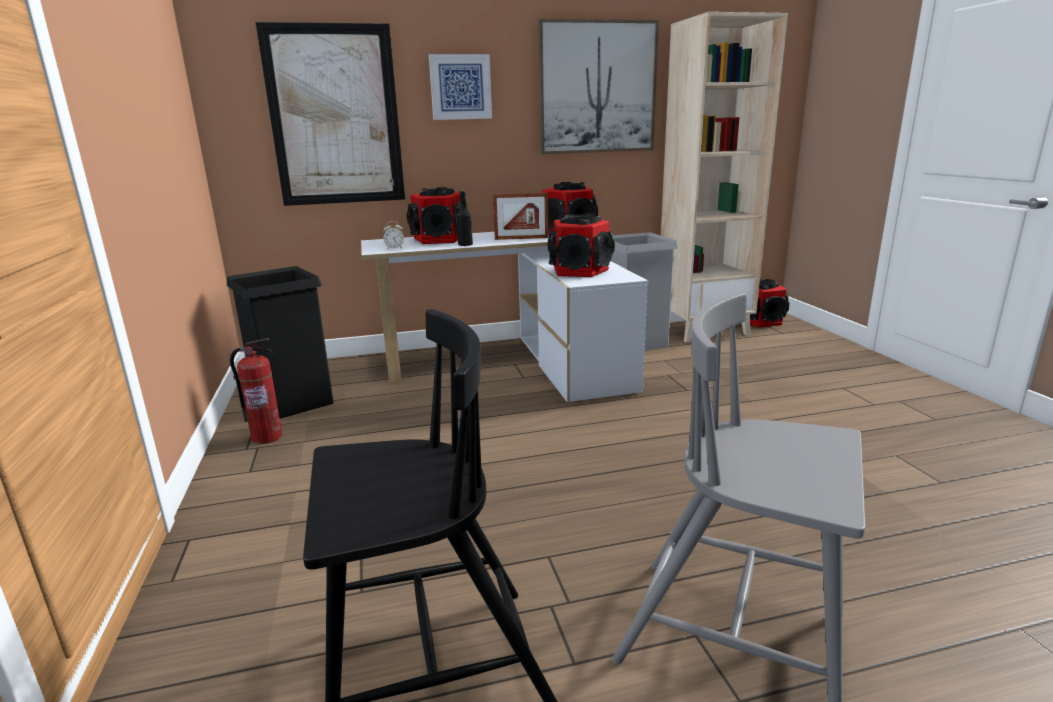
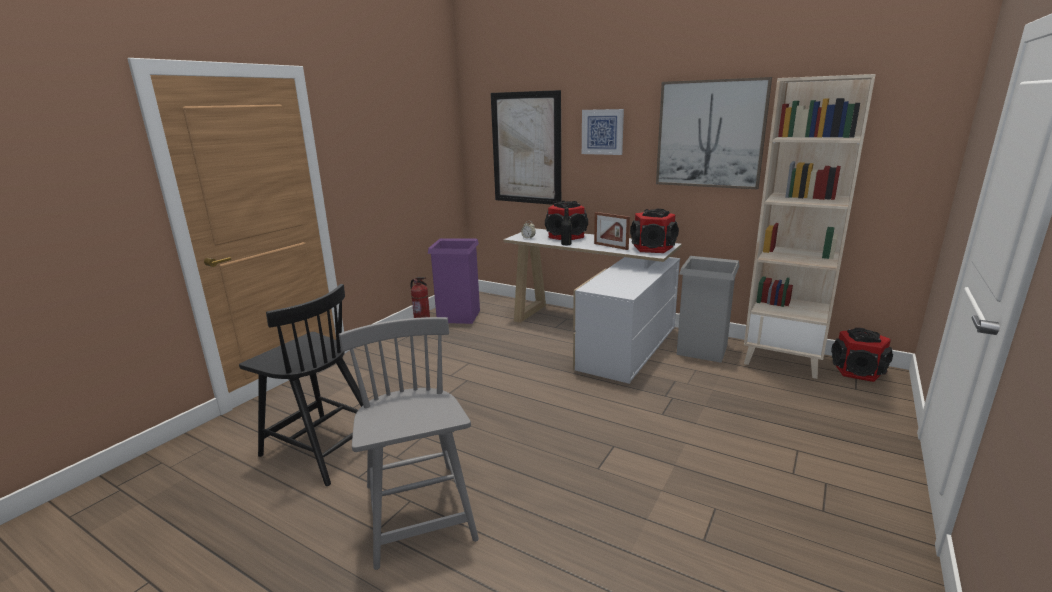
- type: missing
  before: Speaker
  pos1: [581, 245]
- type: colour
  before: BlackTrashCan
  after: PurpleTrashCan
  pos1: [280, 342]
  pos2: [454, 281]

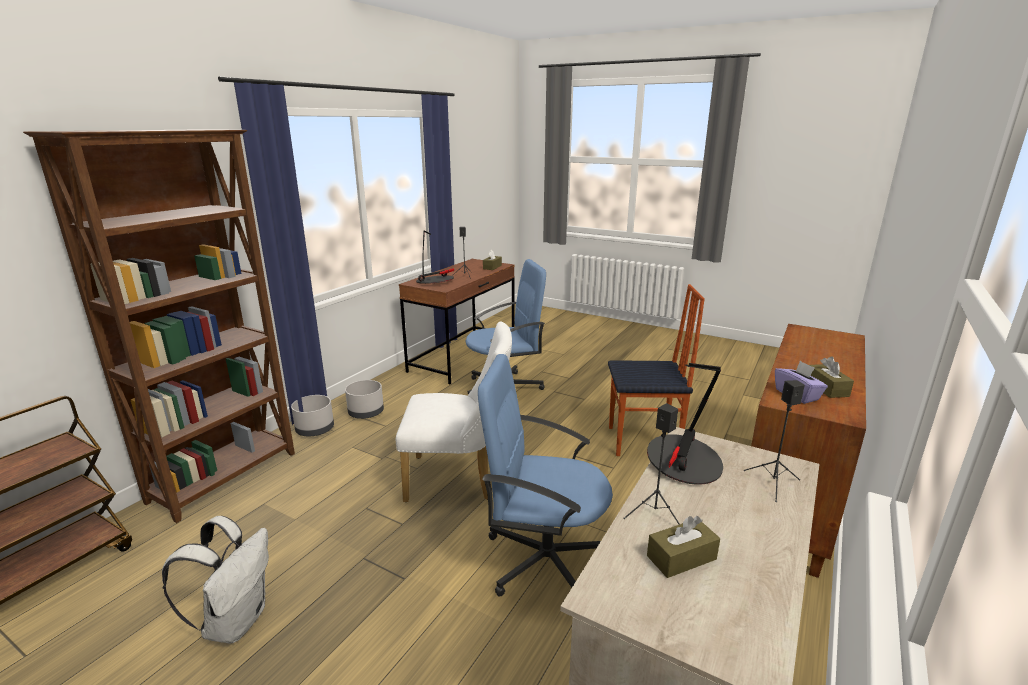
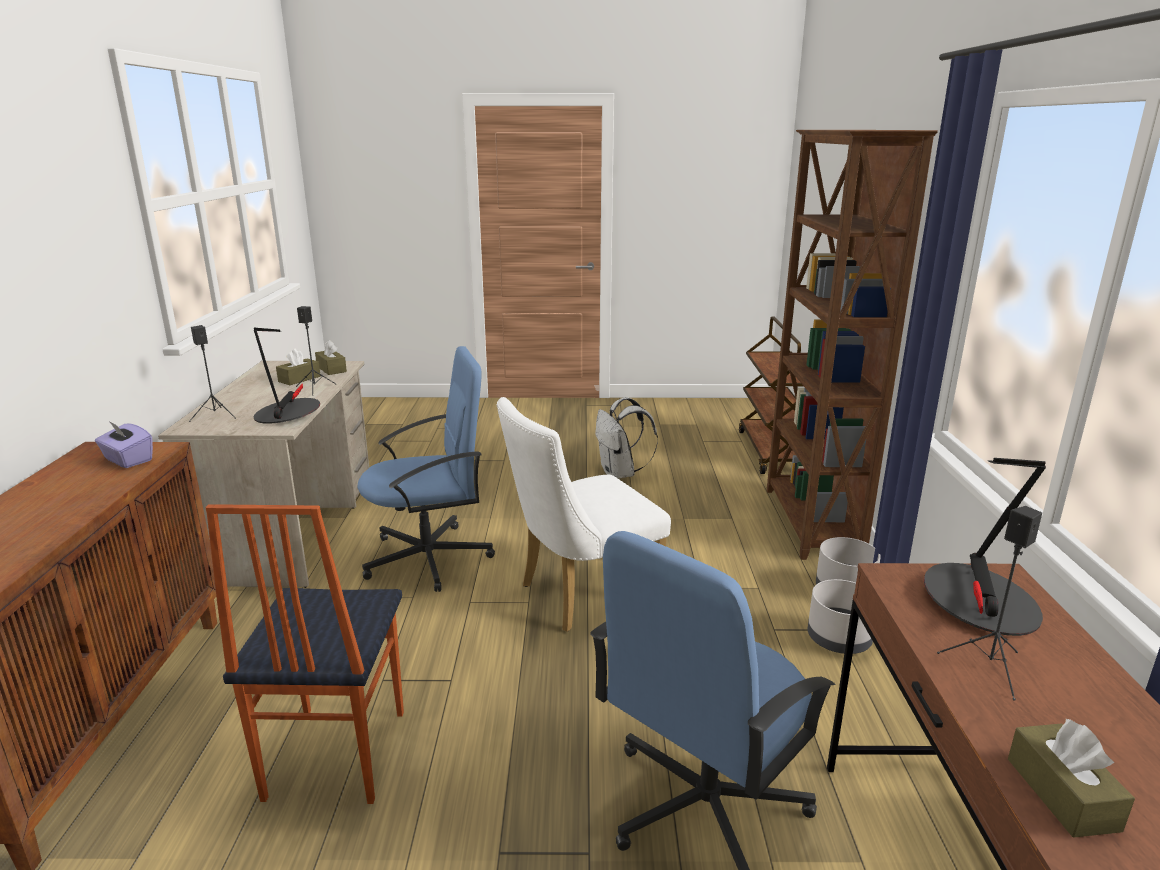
- type: relocated
  before: BrownTissueBox
  pos1: [832, 377]
  pos2: [331, 357]
- type: spun
  before: Chair
  pos1: [656, 370]
  pos2: [304, 654]
  turn: -60

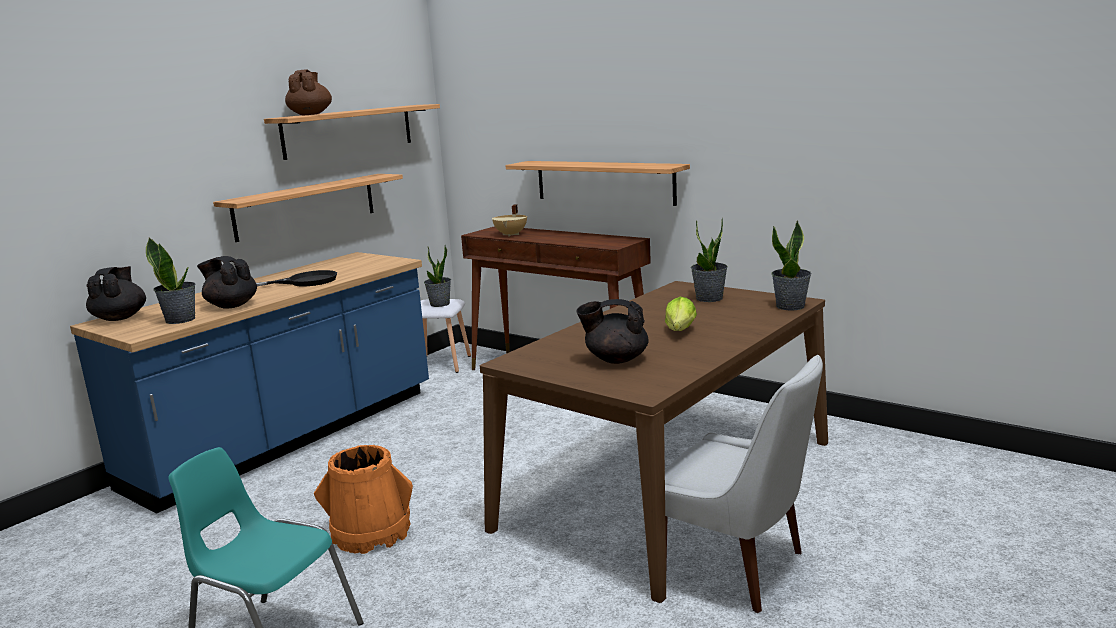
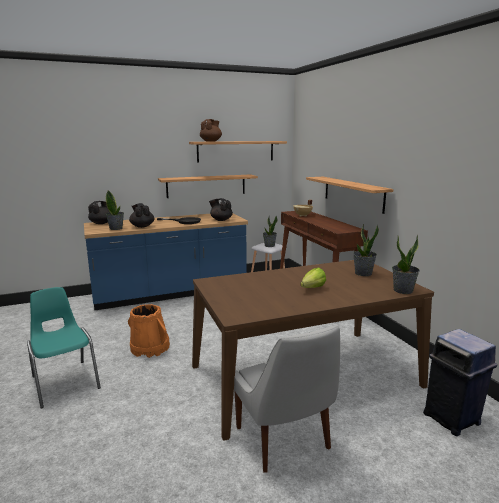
- type: appeared
  after: BlueTrashCan
  pos2: [460, 382]
- type: relocated
  before: BlackTeapot
  pos1: [612, 331]
  pos2: [221, 209]

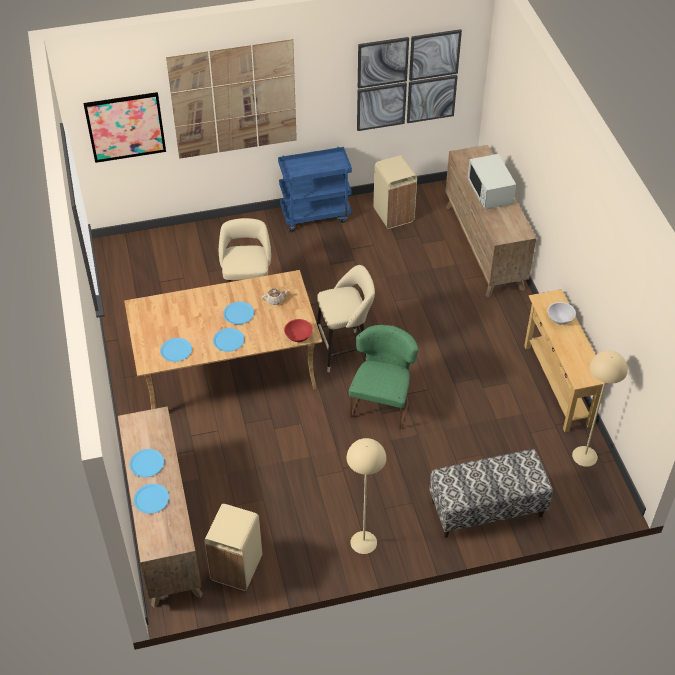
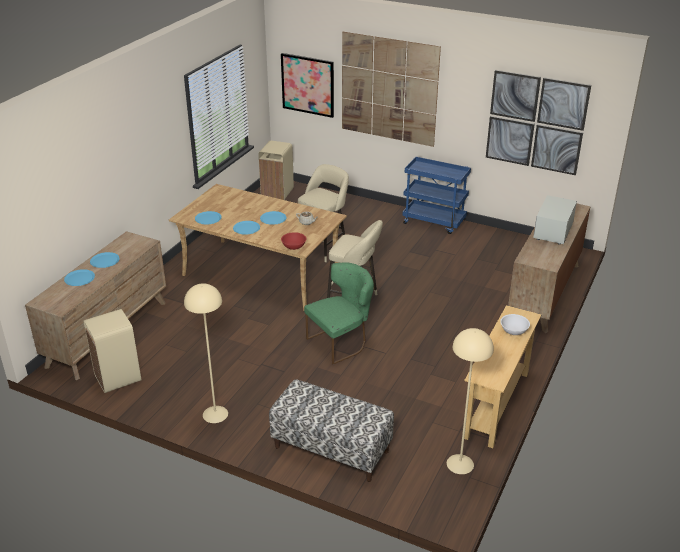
- type: relocated
  before: BeigeTrashCan
  pos1: [395, 192]
  pos2: [276, 170]

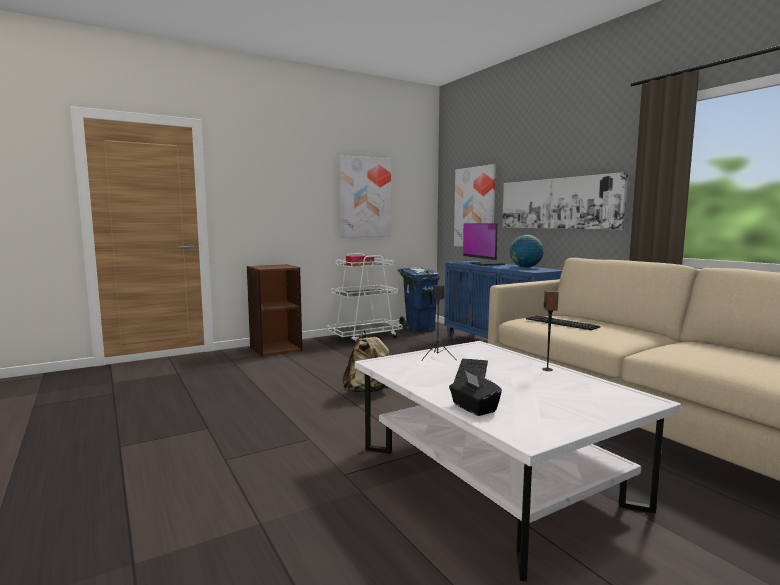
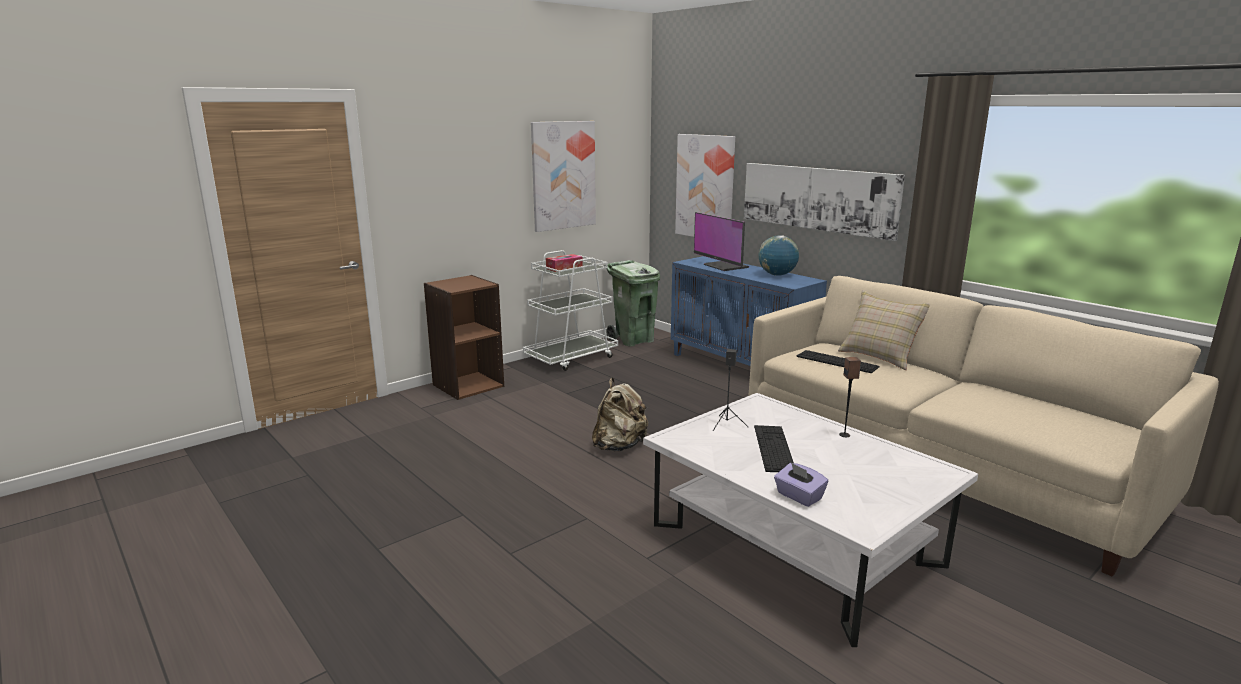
- type: appeared
  after: BeigePillow
  pos2: [884, 330]
- type: colour
  before: BlueTrashCan
  after: GreenTrashCan
  pos1: [419, 299]
  pos2: [632, 303]
- type: colour
  before: BlackTissueBox
  after: PurpleTissueBox
  pos1: [475, 393]
  pos2: [801, 484]

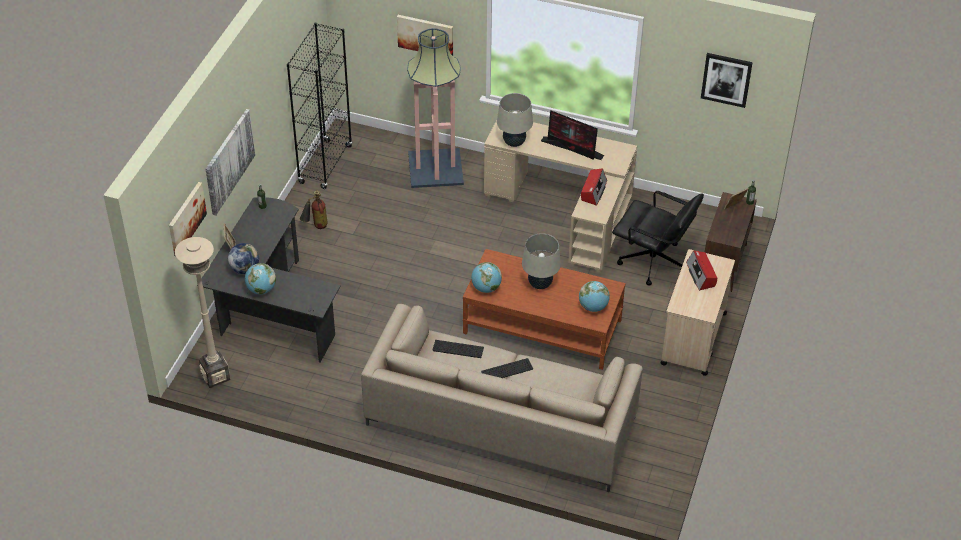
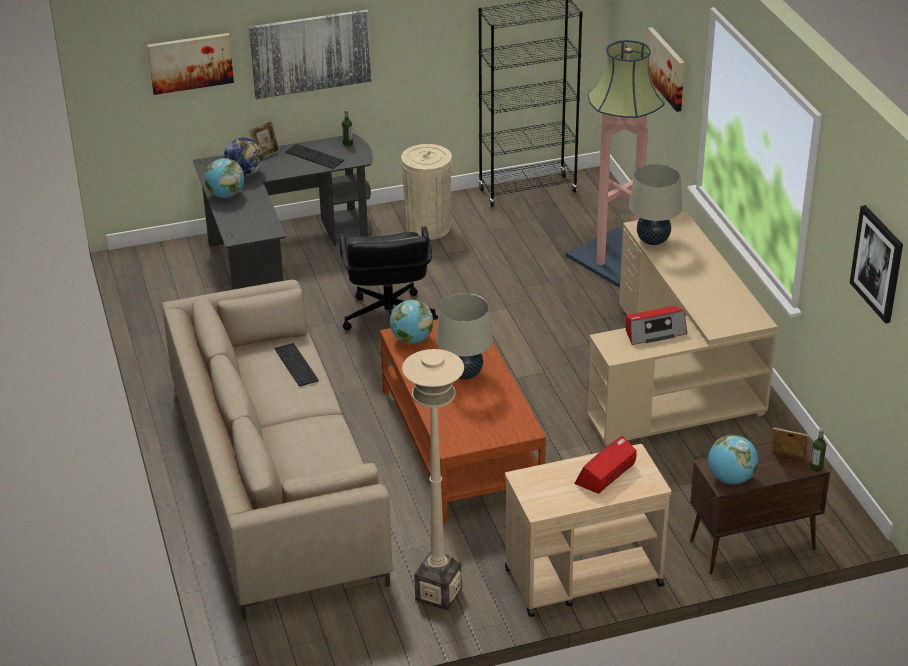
- type: missing
  before: Monitor
  pos1: [572, 135]
- type: relocated
  before: BeigeFloorLamp
  pos1: [202, 312]
  pos2: [433, 479]
- type: relocated
  before: Keyboard
  pos1: [507, 368]
  pos2: [315, 156]
- type: relocated
  before: Globe
  pos1: [594, 296]
  pos2: [733, 460]
- type: relocated
  before: BlackOfficeChair
  pos1: [658, 238]
  pos2: [388, 278]
- type: exchanged
  before: FireExtinguisher
  after: BeigeTrashCan
  pos1: [314, 209]
  pos2: [426, 192]

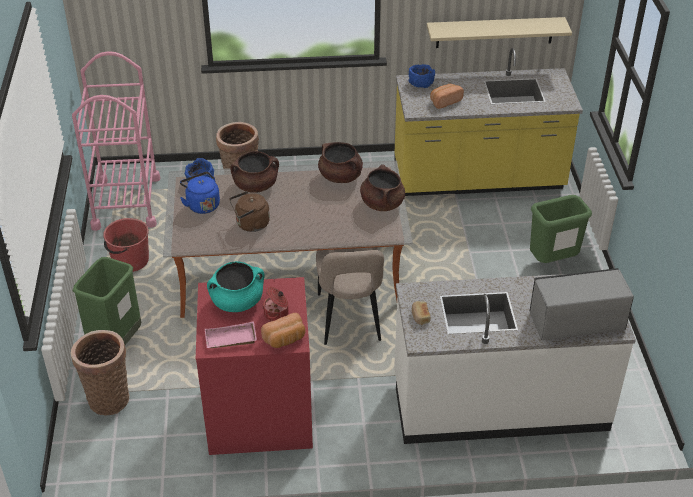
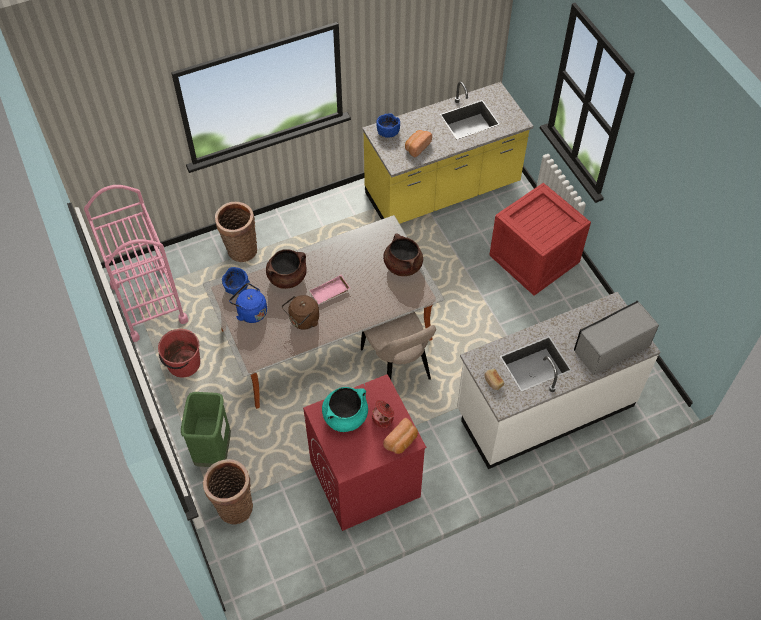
- type: missing
  before: BrownCookingPot
  pos1: [340, 162]
- type: missing
  before: BeigeShelf
  pos1: [499, 32]
- type: relocated
  before: PinkTray
  pos1: [230, 334]
  pos2: [329, 289]
- type: exchanged
  before: GreenTrashCan
  after: Crate
  pos1: [561, 229]
  pos2: [540, 239]

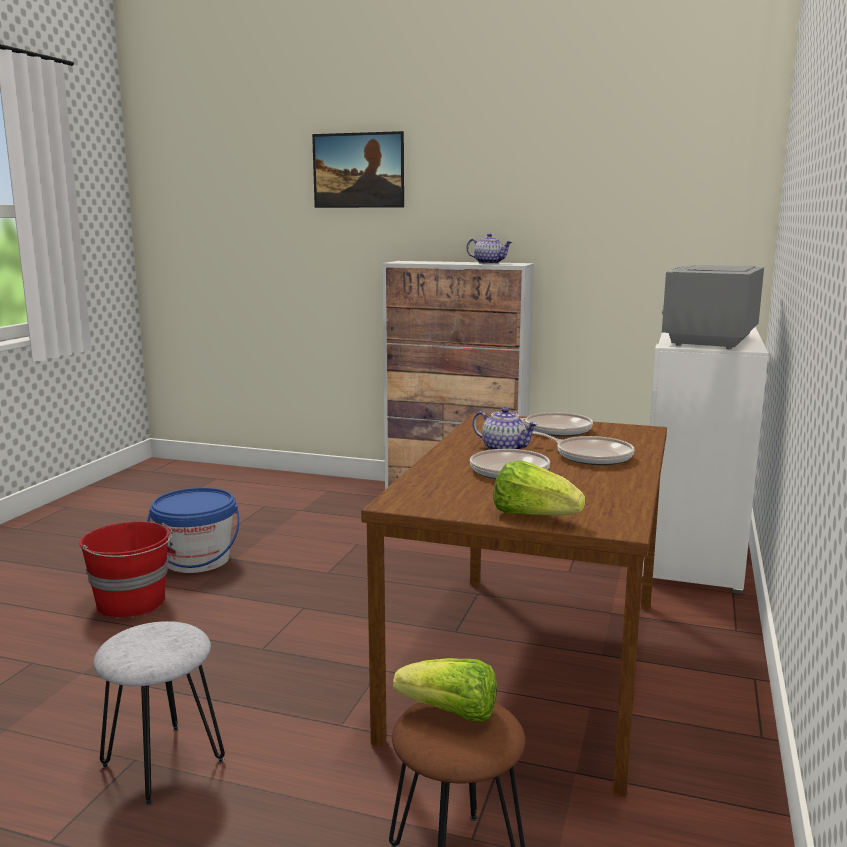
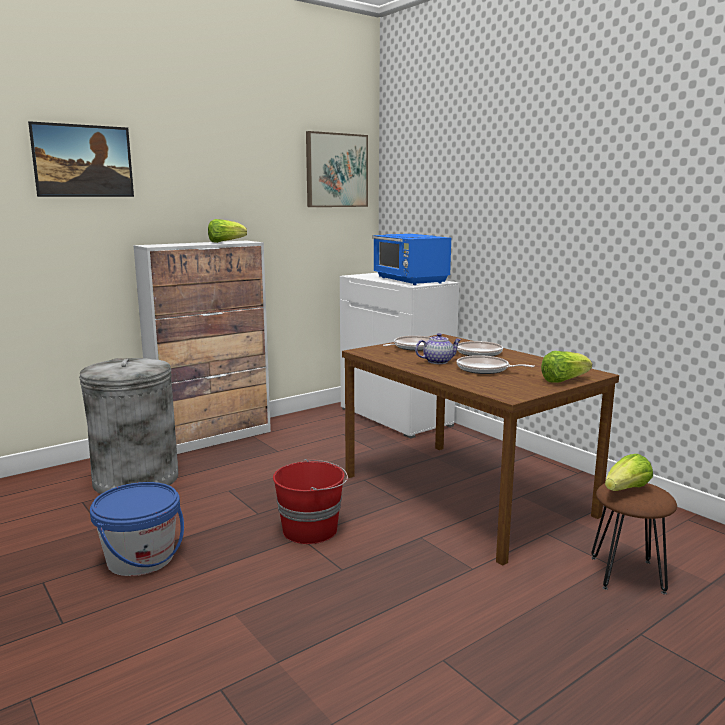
- type: missing
  before: GreyStool
  pos1: [159, 713]
- type: appeared
  after: GreyTrashCan
  pos2: [128, 426]
- type: appeared
  after: Picture
  pos2: [337, 169]
- type: relocated
  before: RedBucket
  pos1: [126, 569]
  pos2: [310, 501]
- type: exchanged
  before: Teapot
  after: Lettuce
  pos1: [489, 248]
  pos2: [227, 231]
- type: colour
  before: GreyMicrowave
  after: BlueMicrowave
  pos1: [713, 307]
  pos2: [411, 259]

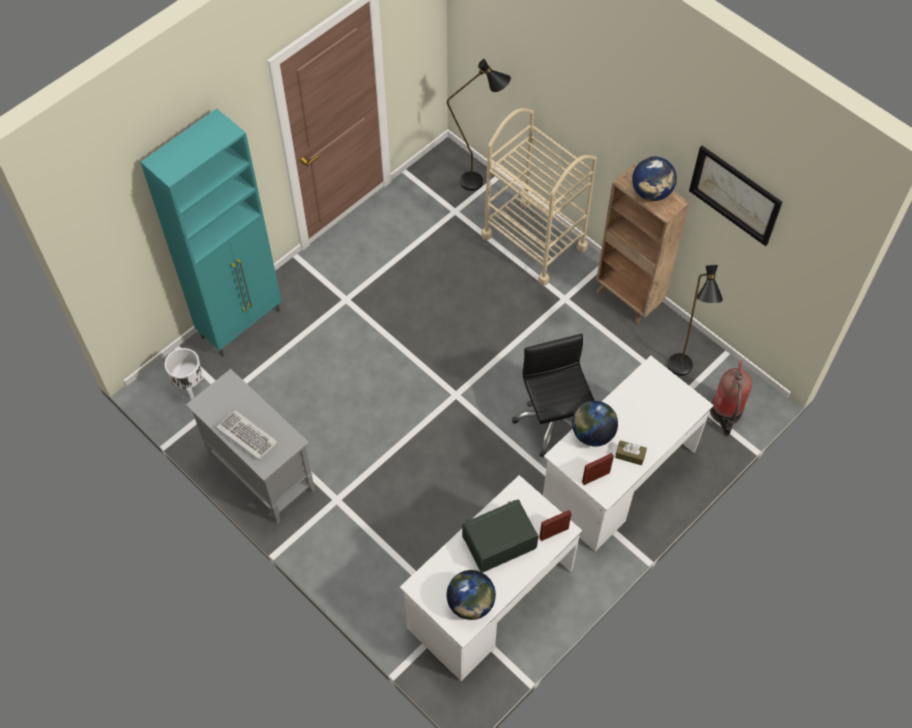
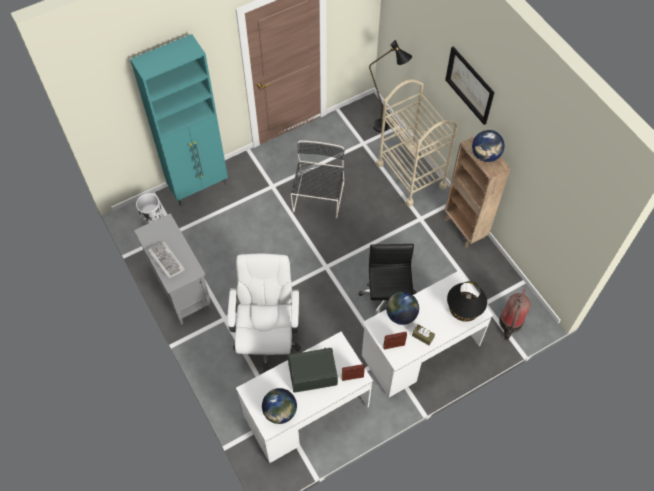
- type: missing
  before: BlackFloorLamp
  pos1: [695, 320]
- type: appeared
  after: WhiteOfficeChair
  pos2: [264, 312]
- type: appeared
  after: BlackChair
  pos2: [318, 179]
- type: appeared
  after: BlackTableLamp
  pos2: [467, 301]
- type: relocated
  before: Picture
  pos1: [735, 196]
  pos2: [469, 85]

